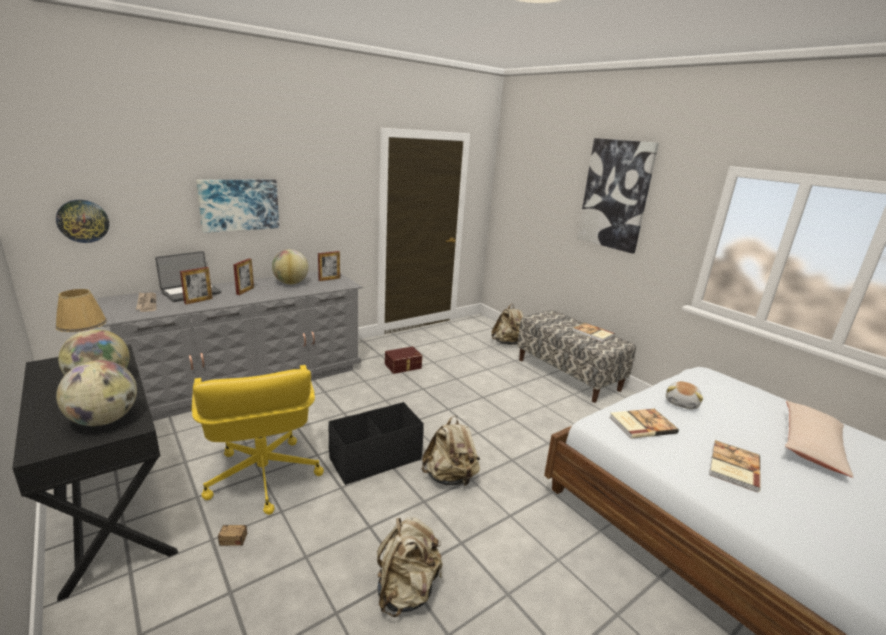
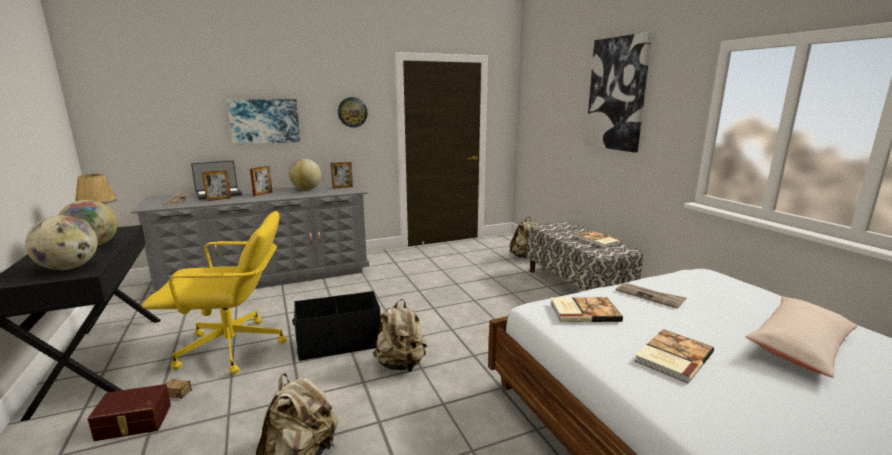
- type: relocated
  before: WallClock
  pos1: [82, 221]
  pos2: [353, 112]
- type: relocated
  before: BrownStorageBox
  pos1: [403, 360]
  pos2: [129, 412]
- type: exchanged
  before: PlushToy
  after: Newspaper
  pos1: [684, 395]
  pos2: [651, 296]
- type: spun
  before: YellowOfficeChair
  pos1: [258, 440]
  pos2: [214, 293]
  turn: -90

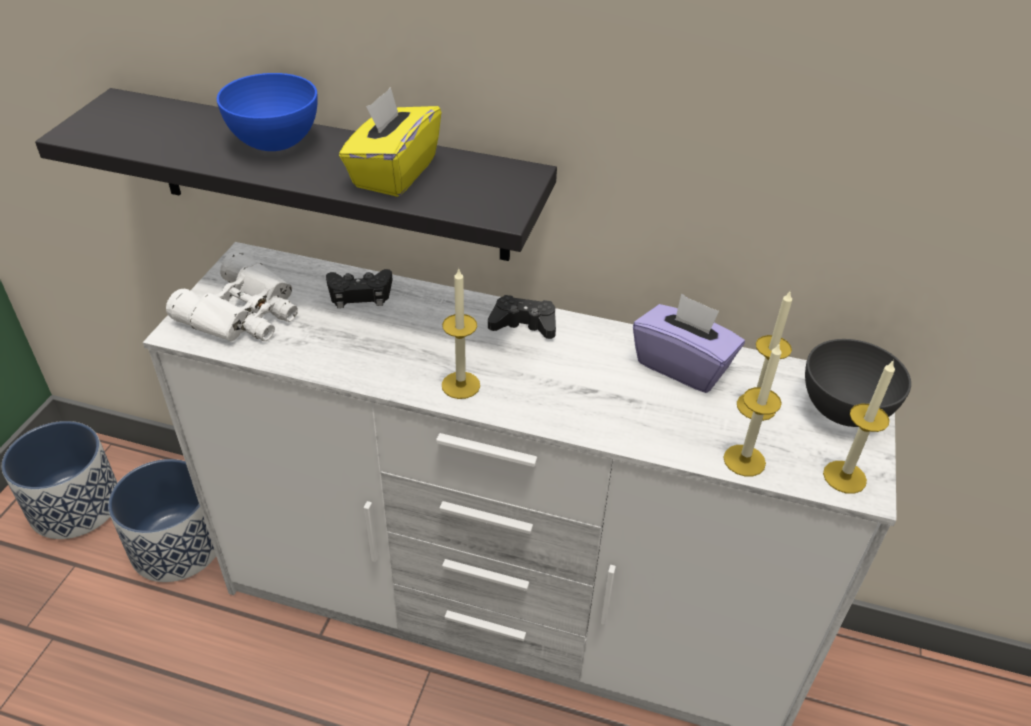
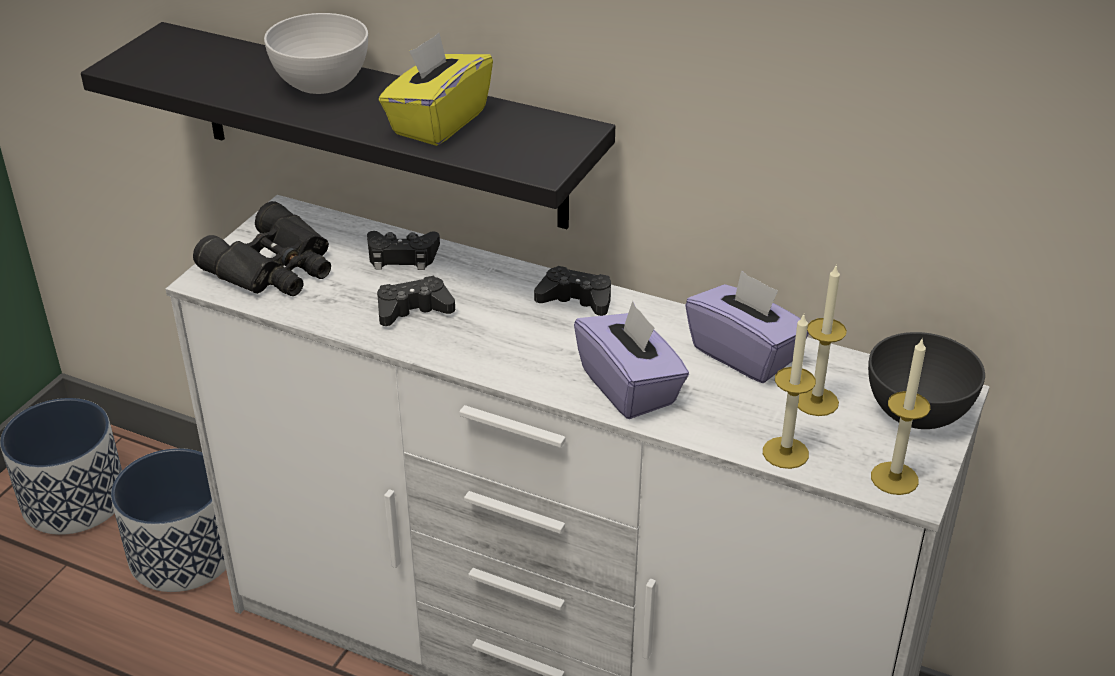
- type: missing
  before: Candle
  pos1: [461, 333]
- type: appeared
  after: BlackGameController
  pos2: [416, 301]
- type: appeared
  after: PurpleTissueBox
  pos2: [631, 360]
- type: colour
  before: WhiteBinoculars
  after: BlackBinoculars
  pos1: [232, 296]
  pos2: [262, 248]
- type: colour
  before: BlueBowl
  after: WhiteBowl
  pos1: [267, 112]
  pos2: [316, 53]

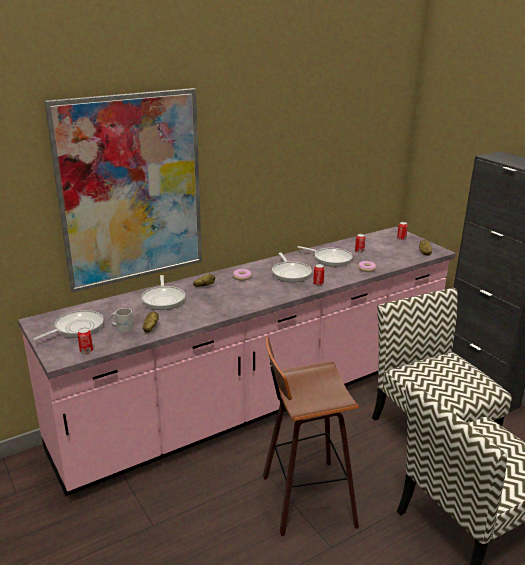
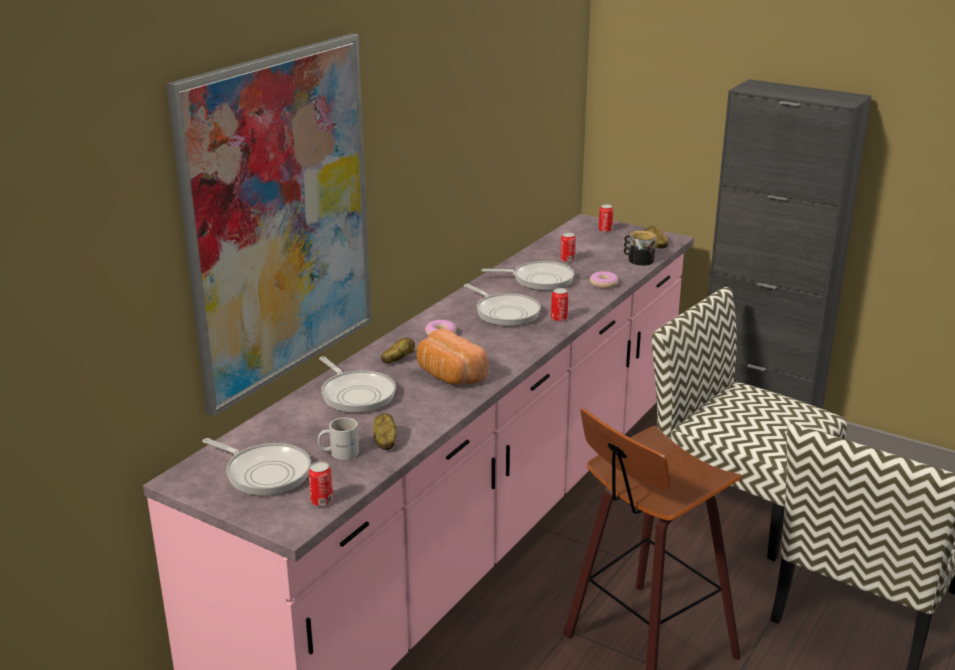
- type: appeared
  after: Bread
  pos2: [452, 356]
- type: appeared
  after: Mug
  pos2: [640, 248]
- type: spun
  before: FryingPan
  pos1: [68, 325]
  pos2: [256, 467]
  turn: 105

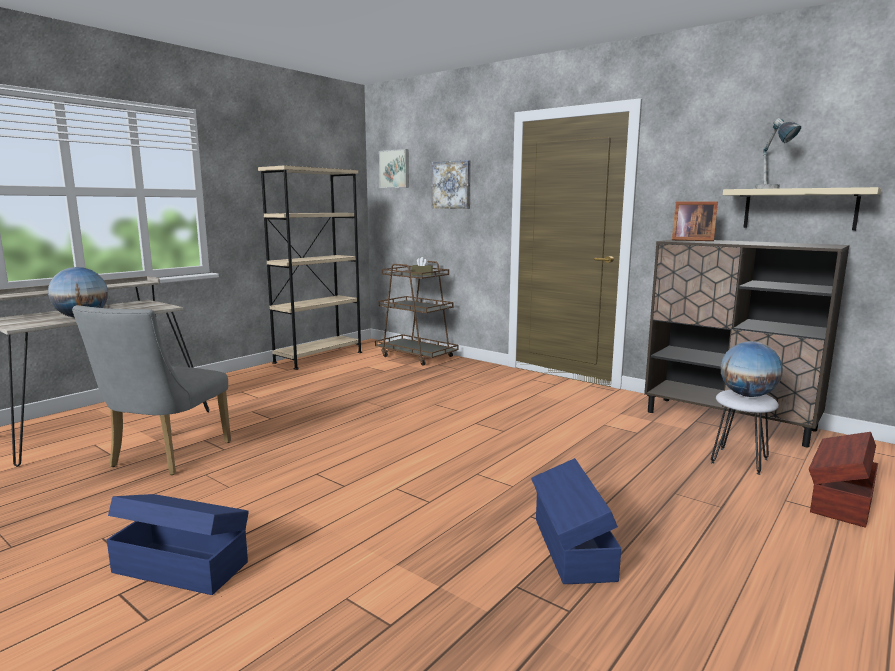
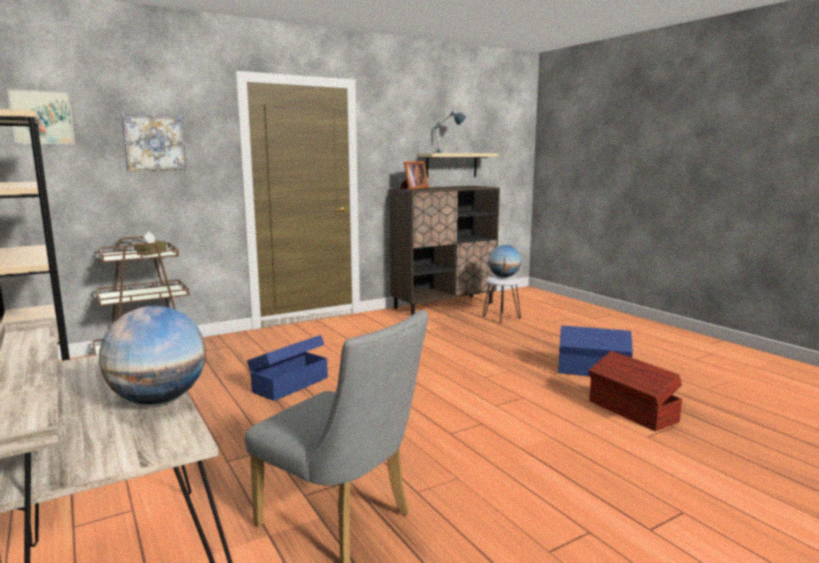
- type: relocated
  before: BlueStorageBox
  pos1: [178, 544]
  pos2: [287, 368]
- type: relocated
  before: BrownStorageBox
  pos1: [843, 480]
  pos2: [635, 391]

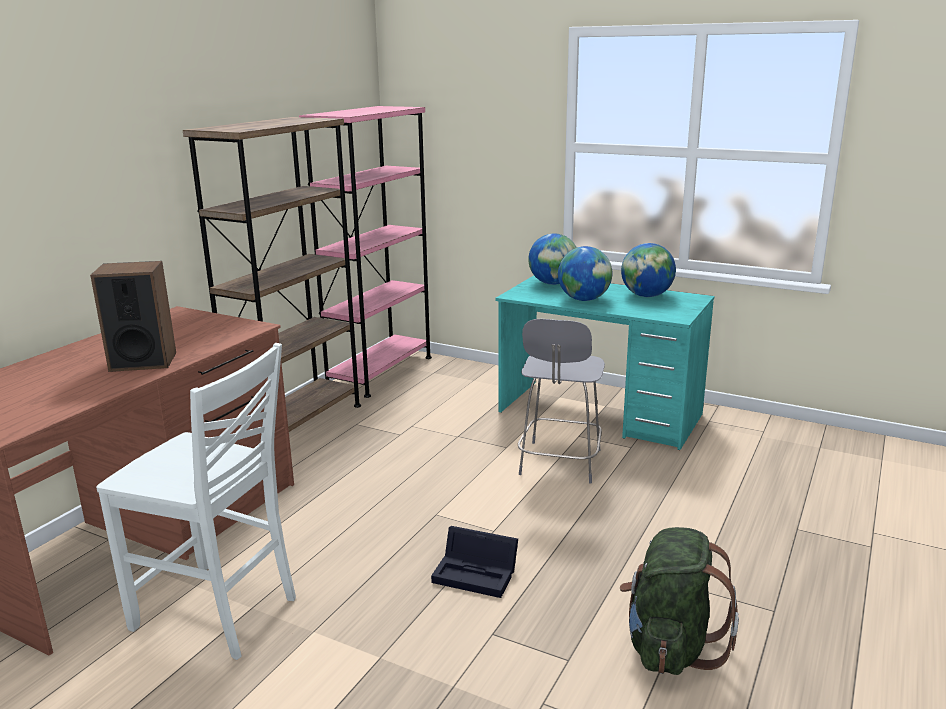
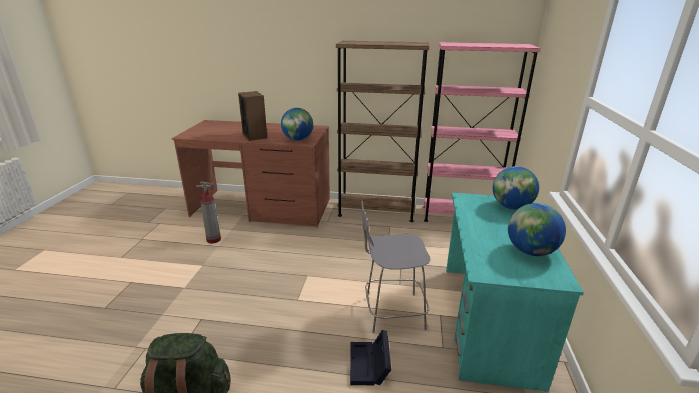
- type: relocated
  before: BlackStorageBox
  pos1: [474, 562]
  pos2: [370, 357]
- type: relocated
  before: Globe
  pos1: [585, 273]
  pos2: [297, 124]
- type: exchanged
  before: WhiteChair
  after: FireExtinguisher
  pos1: [196, 501]
  pos2: [208, 212]

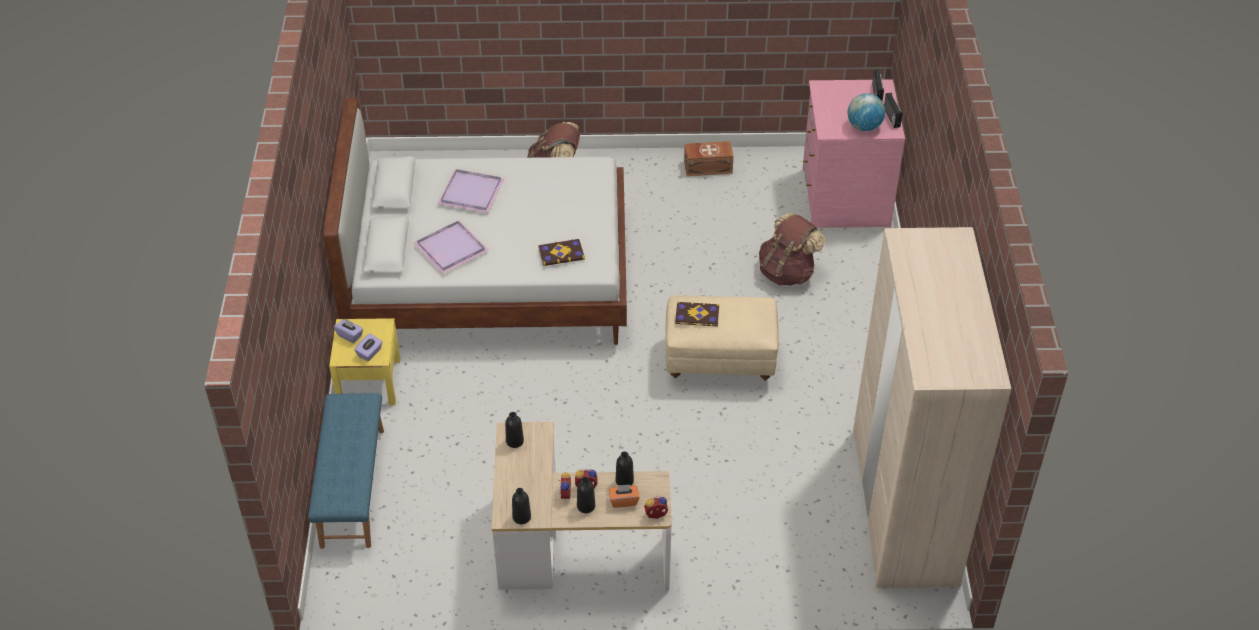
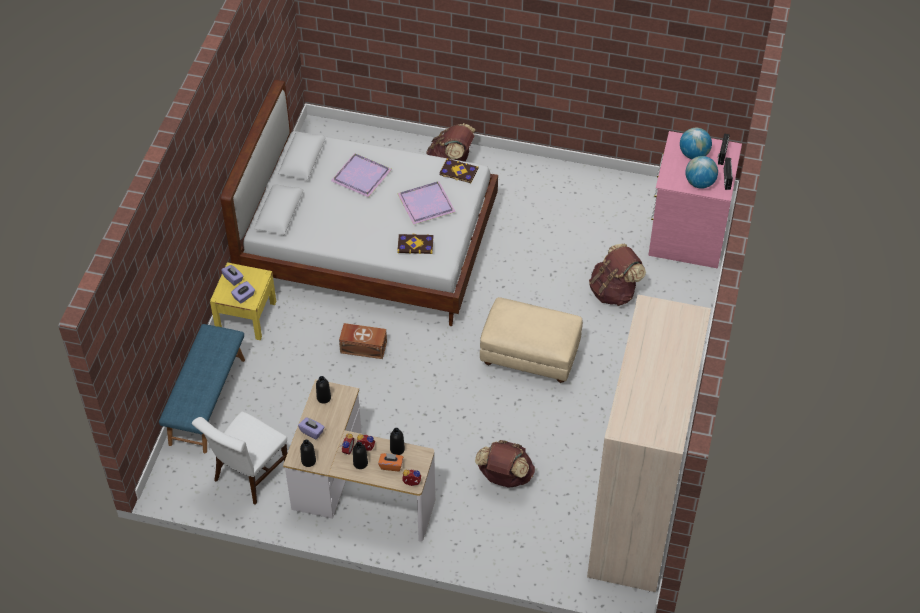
- type: appeared
  after: WhiteChair
  pos2: [240, 458]
- type: appeared
  after: PurpleTissueBox
  pos2: [311, 428]
- type: appeared
  after: BrownBackpack
  pos2: [505, 464]
- type: appeared
  after: Globe
  pos2: [696, 143]
- type: relocated
  before: PurpleTray
  pos1: [451, 247]
  pos2: [426, 203]
- type: relocated
  before: Book
  pos1: [697, 314]
  pos2: [459, 170]
- type: relocated
  before: BrownStorageBox
  pos1: [709, 158]
  pos2: [363, 341]

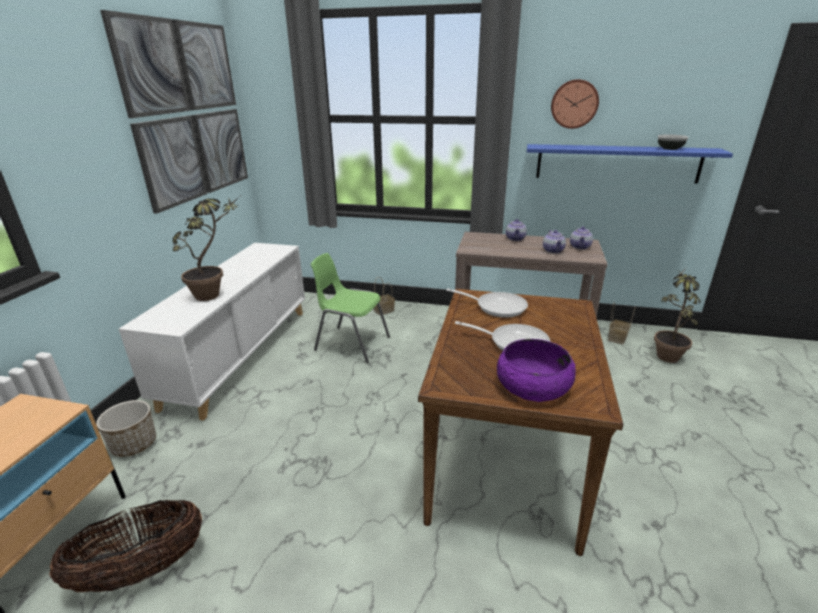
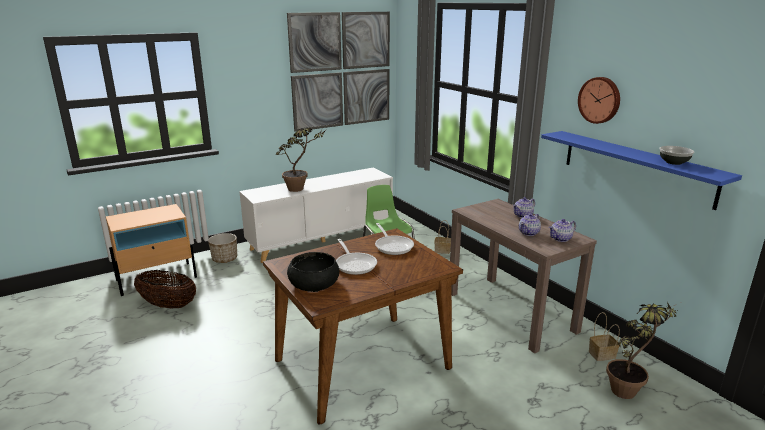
- type: colour
  before: PurpleBowl
  after: BlackBowl
  pos1: [536, 370]
  pos2: [313, 272]

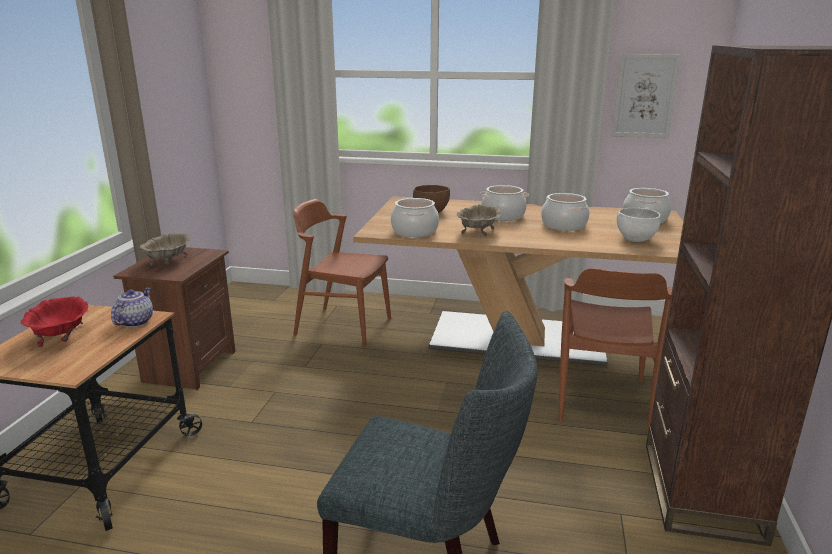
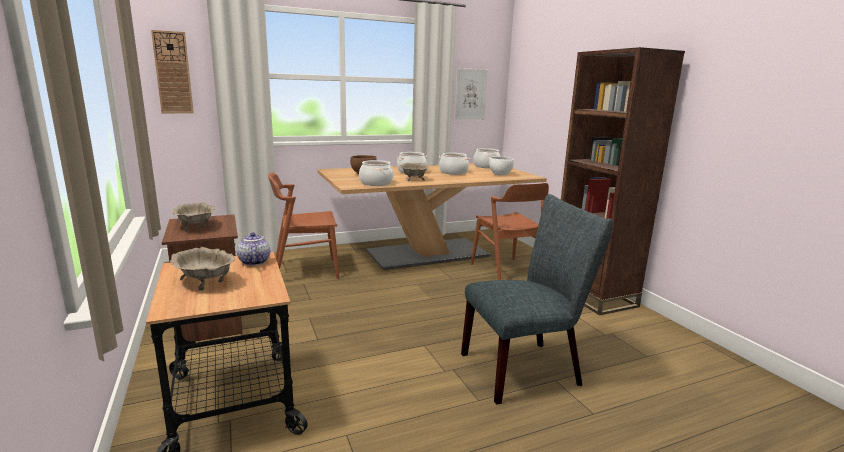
- type: appeared
  after: WallClock
  pos2: [172, 72]
- type: colour
  before: RedBowl
  after: BeigeBowl
  pos1: [54, 321]
  pos2: [202, 269]

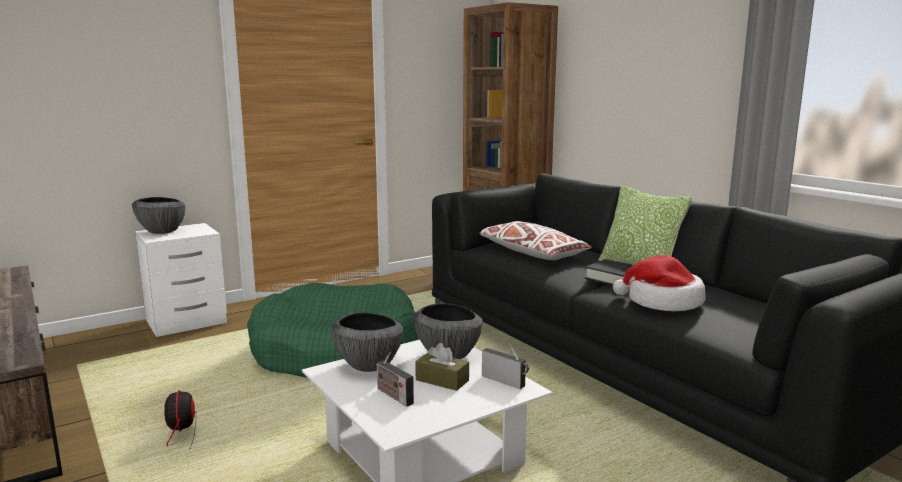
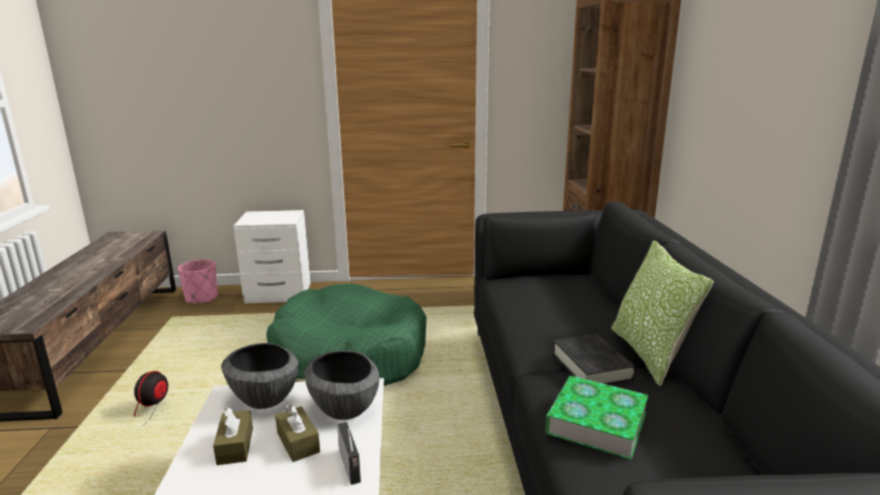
- type: missing
  before: Bowl
  pos1: [158, 215]
- type: missing
  before: WhitePillow
  pos1: [535, 240]
- type: appeared
  after: PinkPlanter
  pos2: [198, 281]
- type: exchanged
  before: Radio
  after: BrownTissueBox
  pos1: [395, 379]
  pos2: [233, 436]
- type: exchanged
  before: Hat
  after: Book
  pos1: [659, 283]
  pos2: [597, 418]

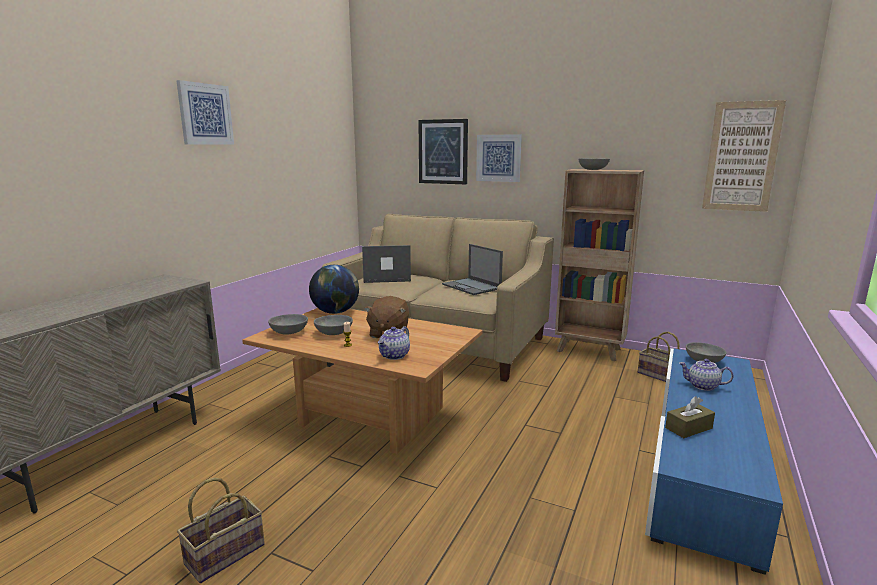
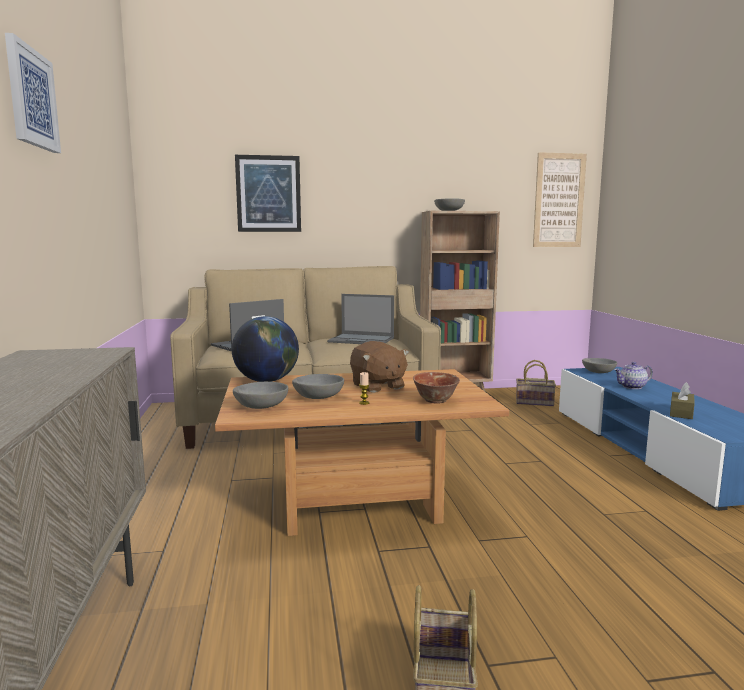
- type: missing
  before: Picture
  pos1: [499, 158]
- type: exchanged
  before: Teapot
  after: Bowl
  pos1: [394, 343]
  pos2: [436, 388]

